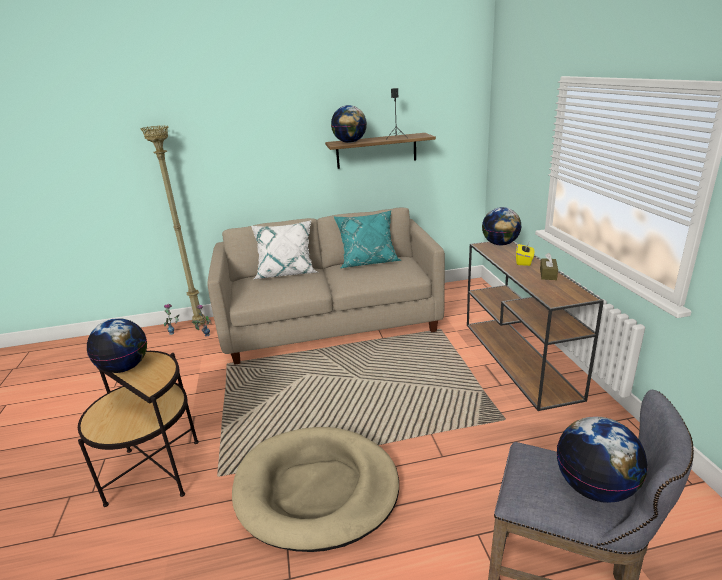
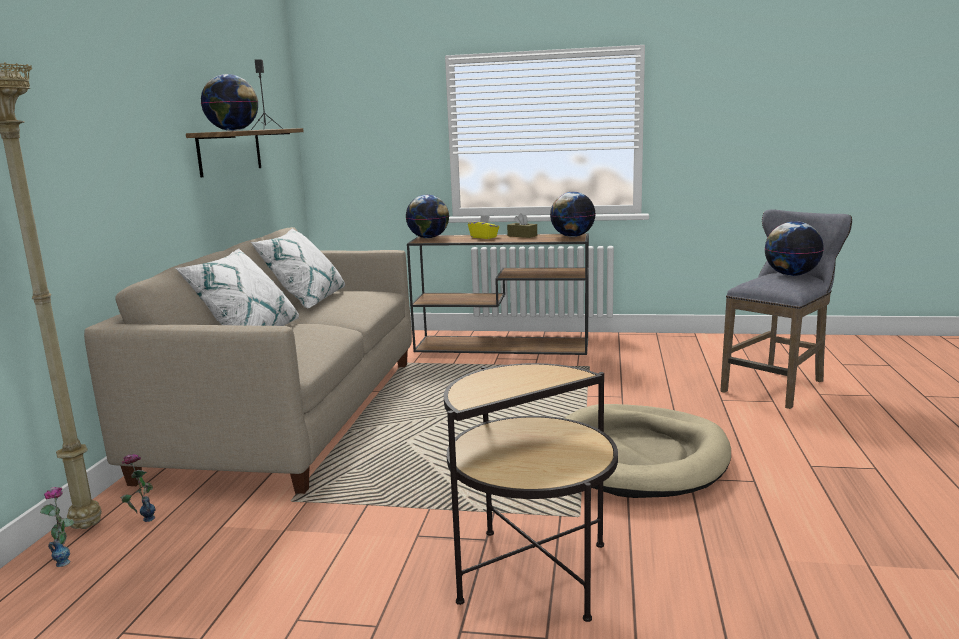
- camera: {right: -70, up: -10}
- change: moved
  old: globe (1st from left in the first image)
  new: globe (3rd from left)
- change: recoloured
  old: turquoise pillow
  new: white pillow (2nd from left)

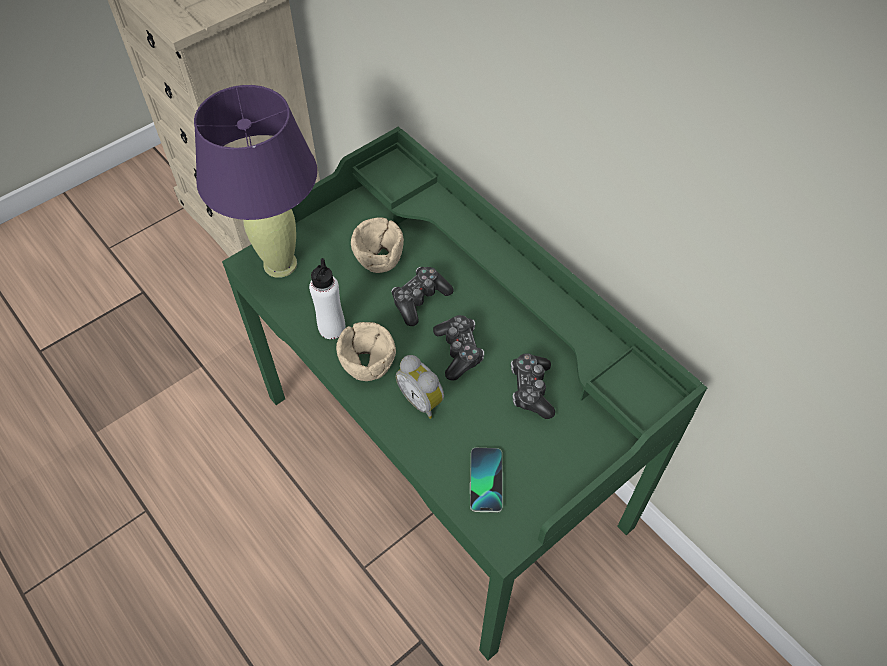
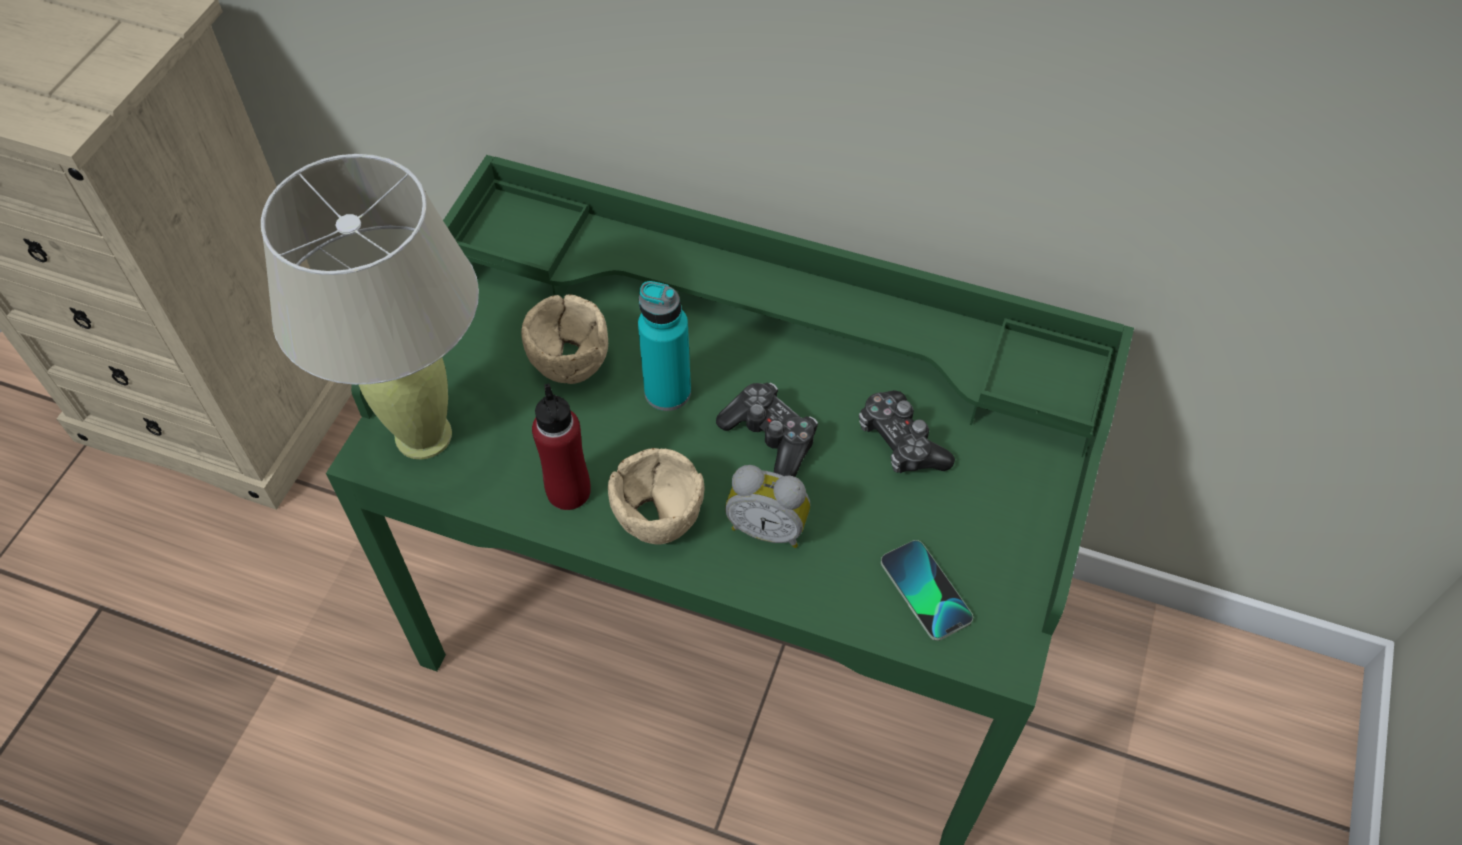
- camera: {right: -30, up: 0}
- change: replaced
  old: game controller (1st from left)
  new: turquoise bottle
- change: recoloured
  old: purple table lamp
  new: beige table lamp
- change: recoloured
  old: white bottle
  new: red bottle

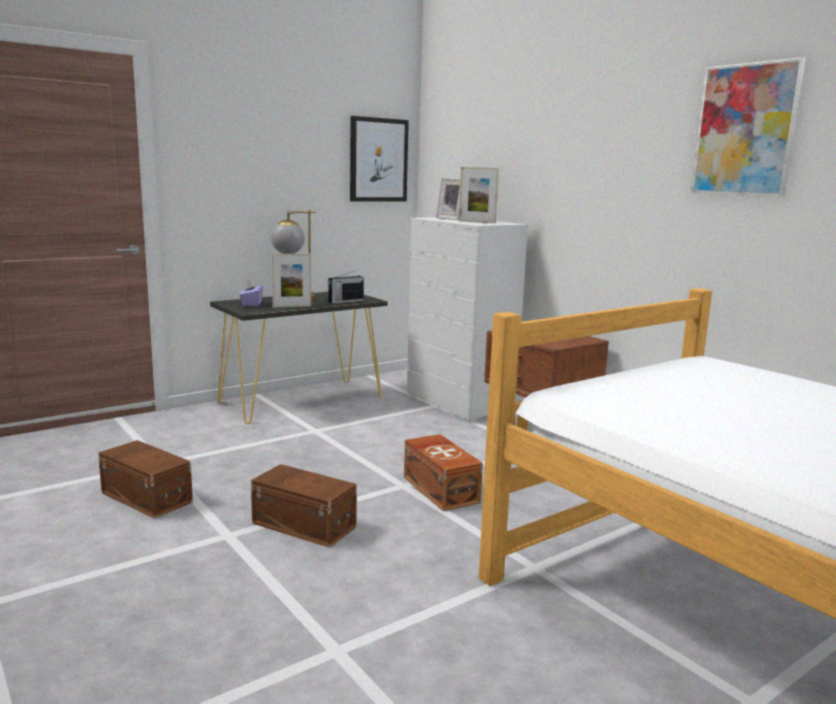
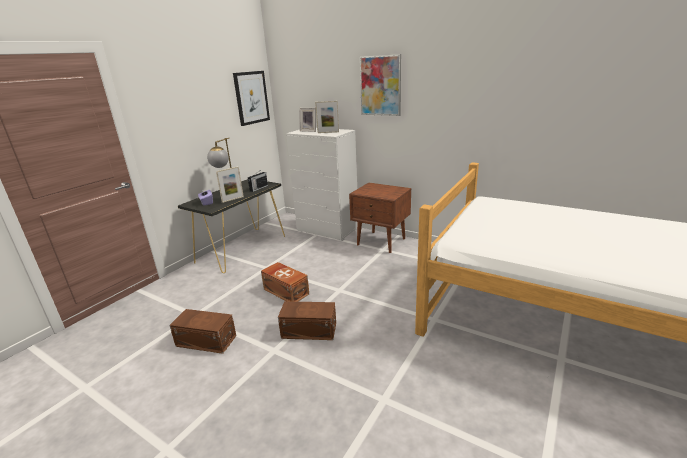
- camera: {right: -20, up: 10}
- change: moved
  old: brown storage box (3rd from left in the first image)
  new: brown storage box (2nd from left)
- change: moved
  old: picture (2nd from left)

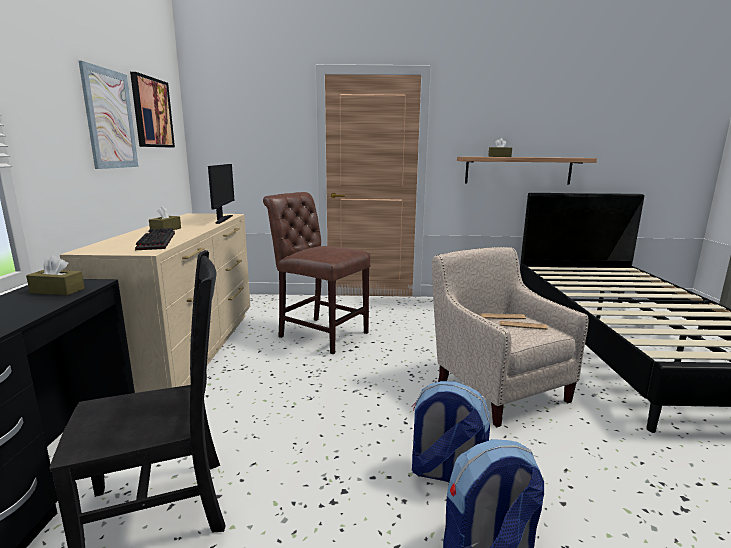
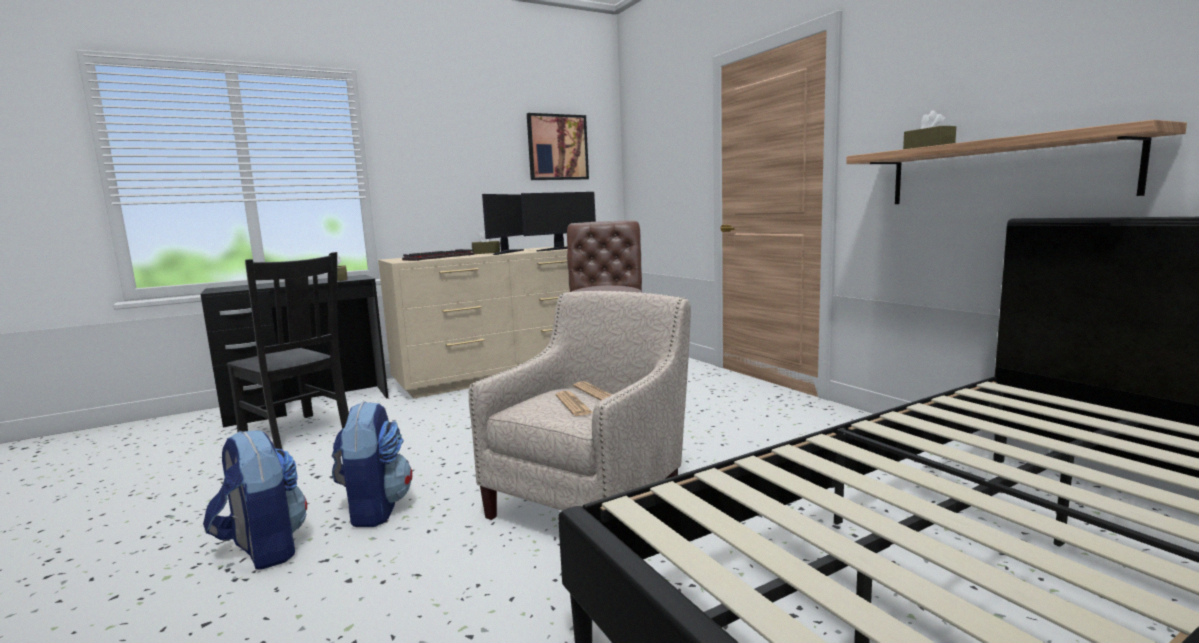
- camera: {right: 60, up: -5}
- change: removed
  old: picture (1st from left)
- change: added
  new: monitor (1st from left)

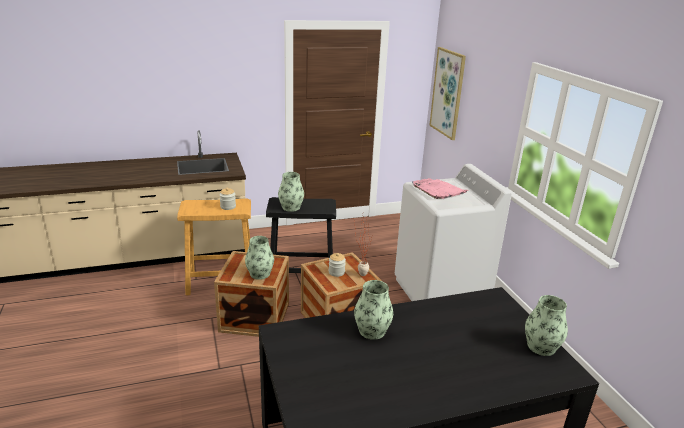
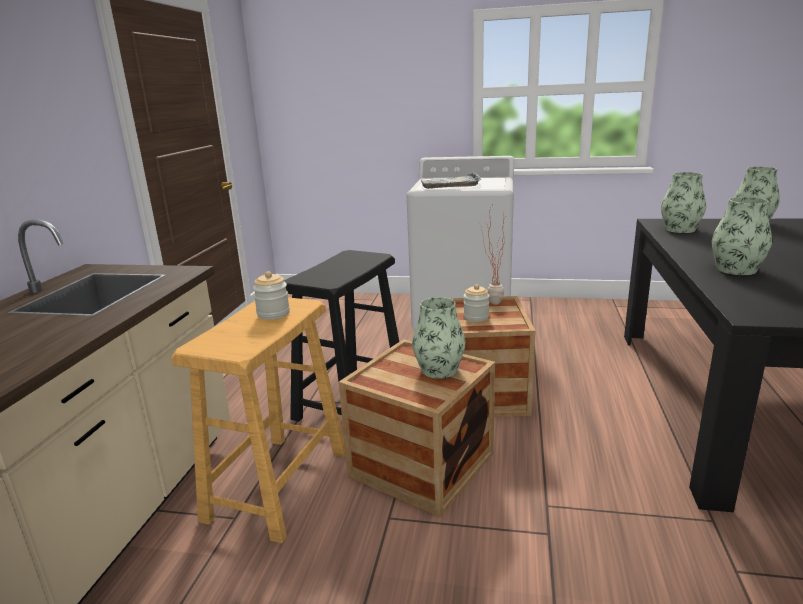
- camera: {right: -60, up: -5}
- change: removed
  old: picture
- change: moved
  old: vase (2nd from left)
- change: recoloured
  old: pink tray
  new: grey tray

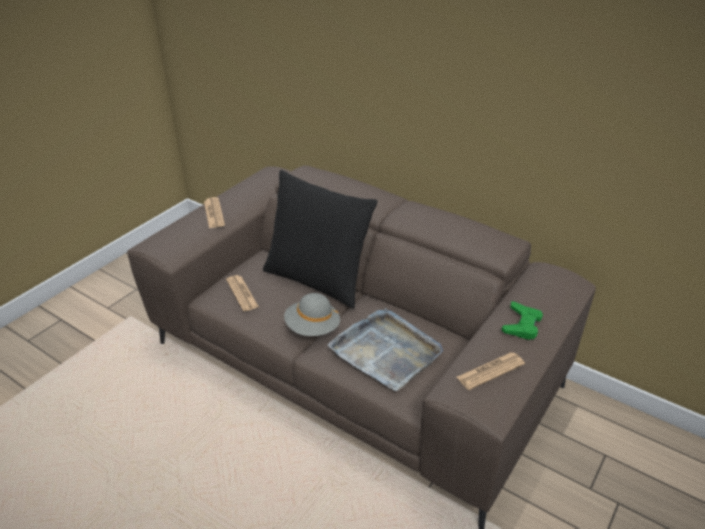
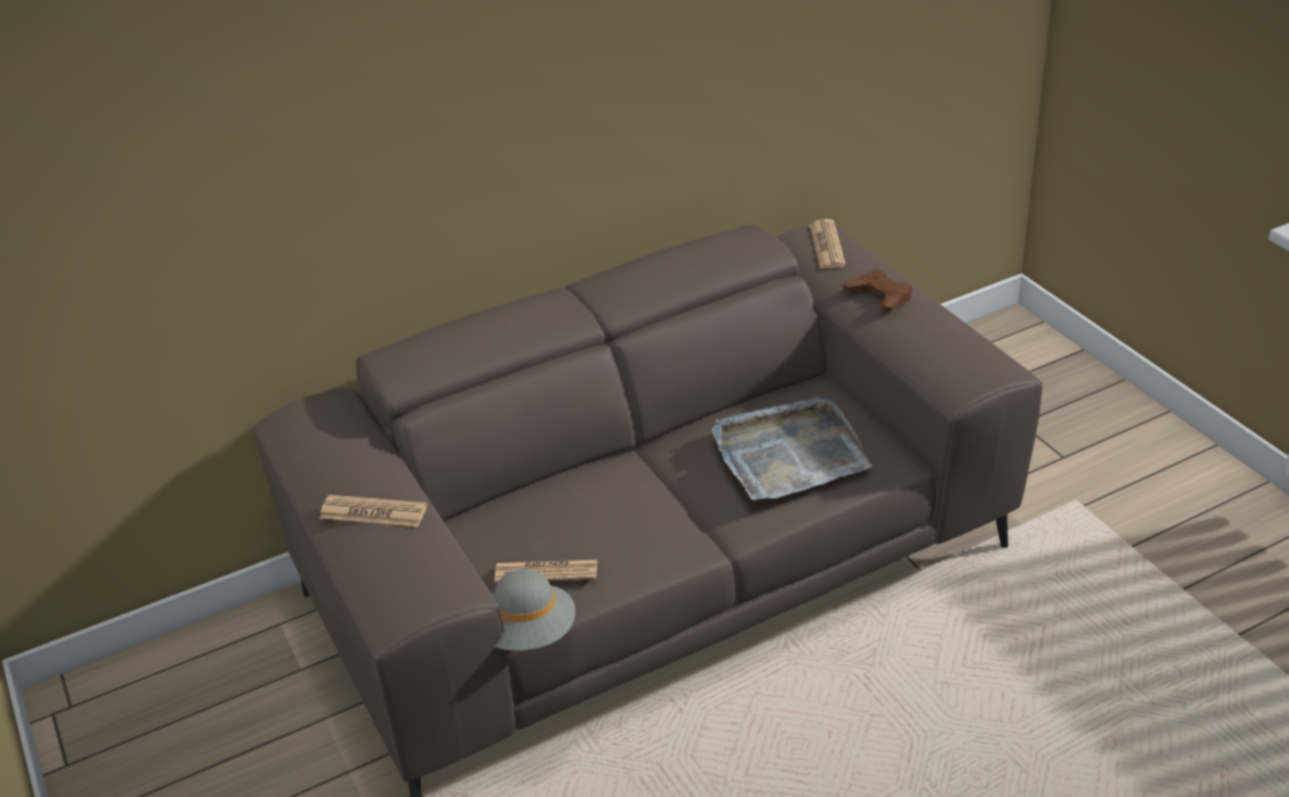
- camera: {right: -60, up: 0}
- change: removed
  old: black pillow
- change: moved
  old: grey hat
- change: moved
  old: newspaper (3rd from left)
- change: recoloured
  old: green game controller
  new: brown game controller

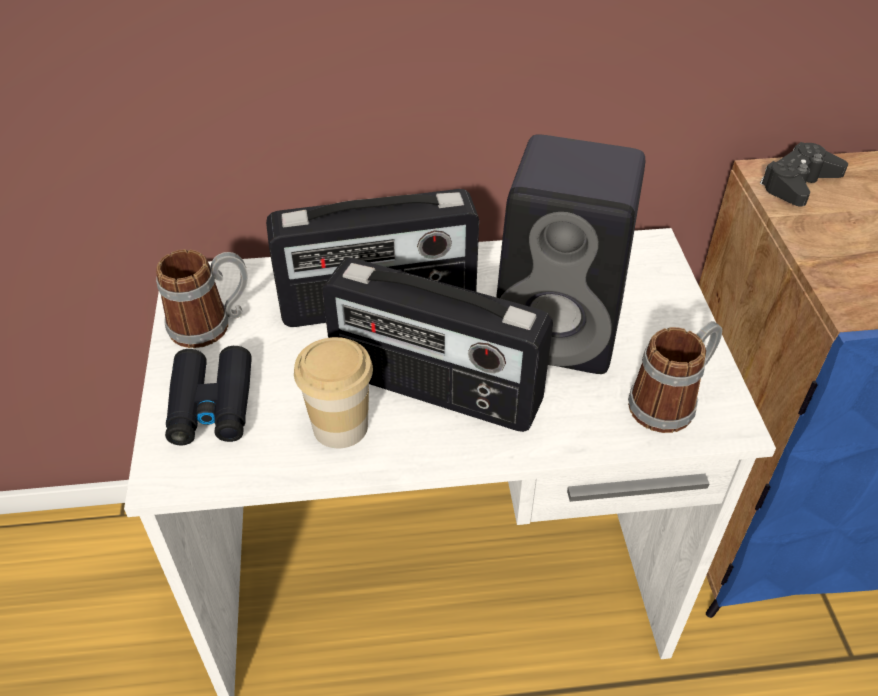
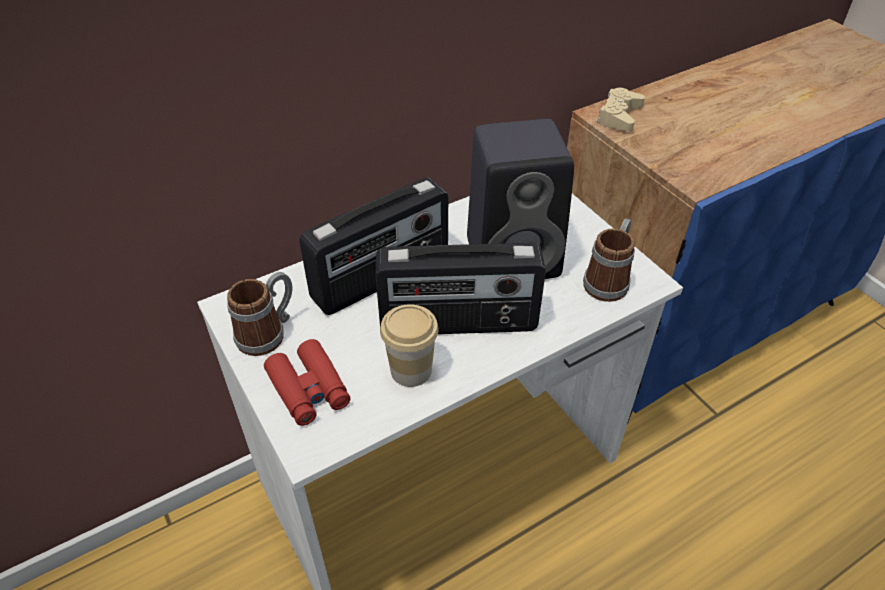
- camera: {right: -25, up: 0}
- change: recoloured
  old: black binoculars
  new: red binoculars
- change: recoloured
  old: black game controller
  new: beige game controller

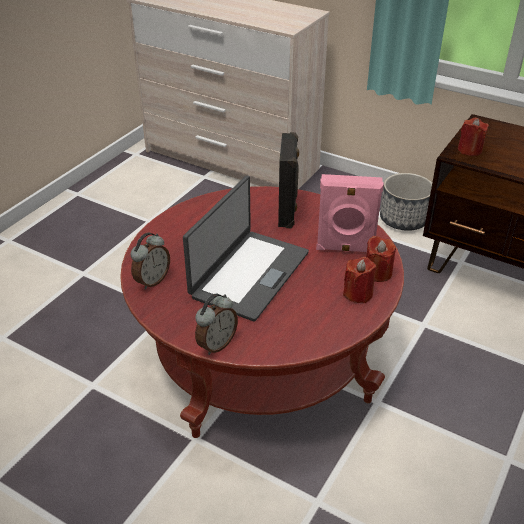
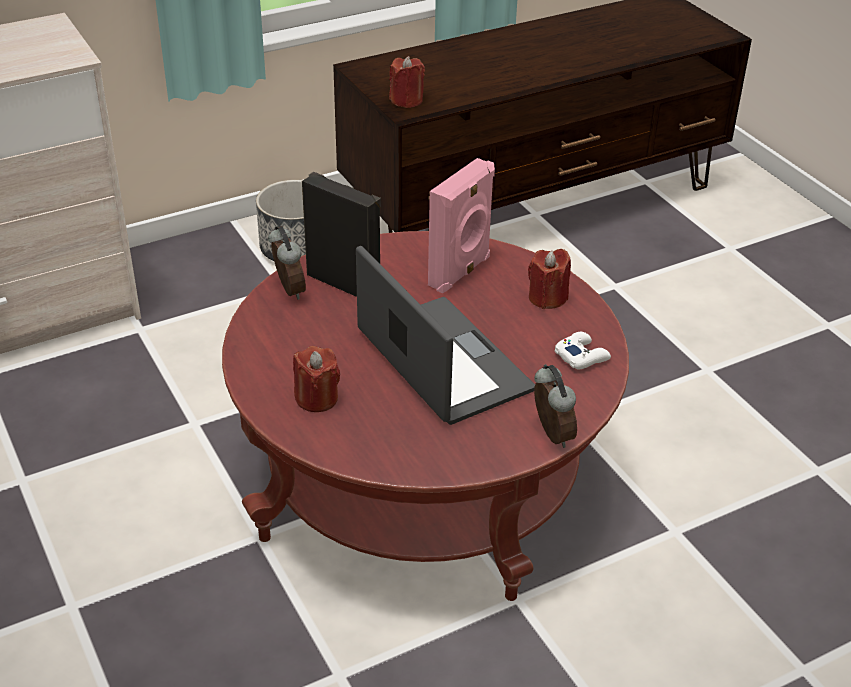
- camera: {right: -60, up: 0}
- change: added
  new: white game controller
- change: moved
  old: alarm clock (1st from left)
- change: moved
  old: red candle (2nd from left in the first image)
  new: red candle (1st from left)

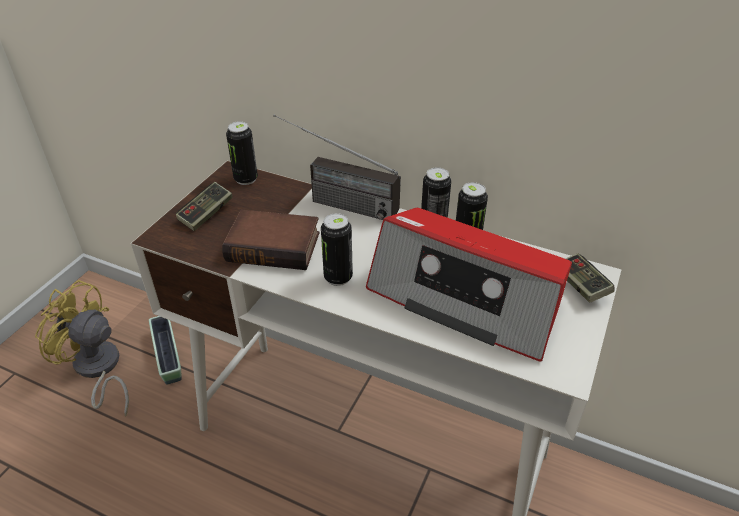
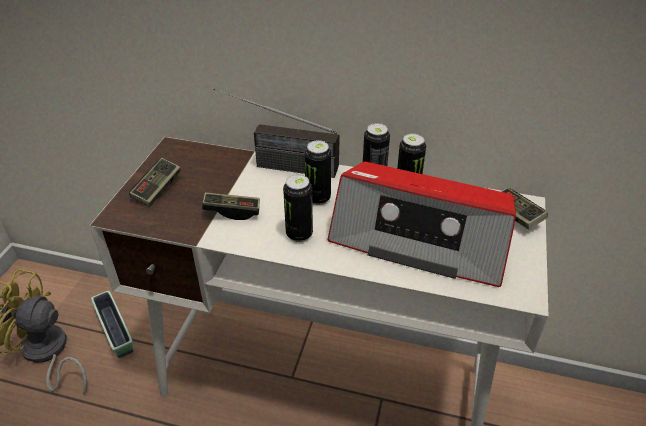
- camera: {right: -10, up: 0}
- change: moved
  old: can (1st from left in the first image)
  new: can (2nd from left)
- change: replaced
  old: book
  new: game controller (2nd from left)

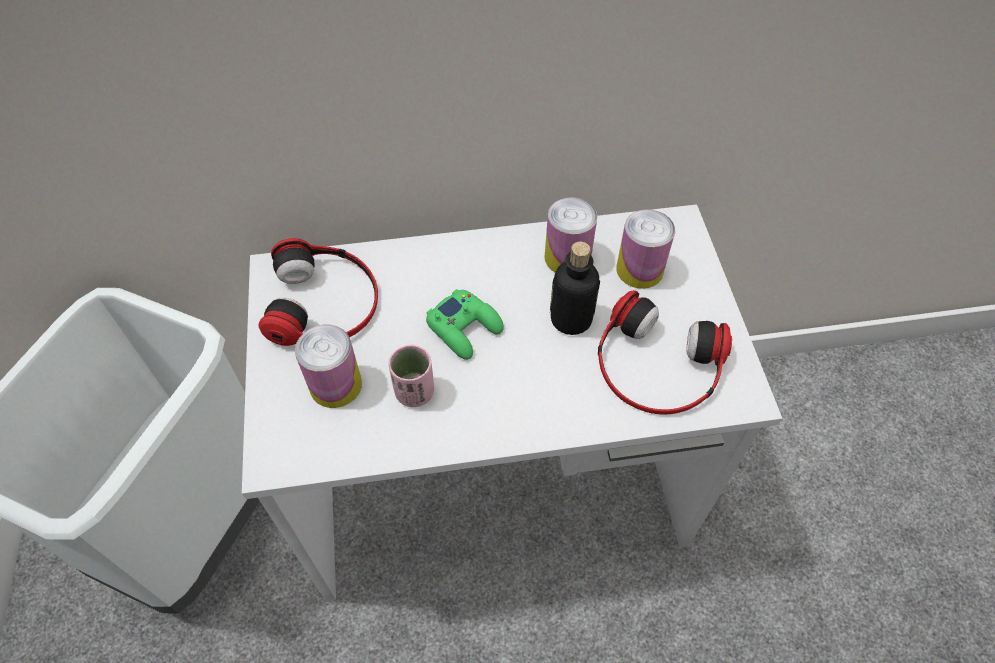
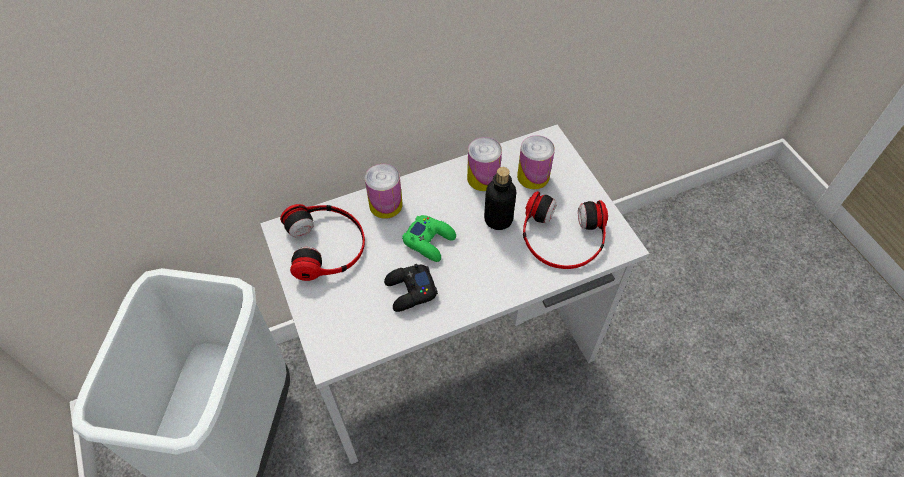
- camera: {right: -15, up: 0}
- change: moved
  old: can (1st from left)
- change: replaced
  old: pink cup
  new: black game controller

